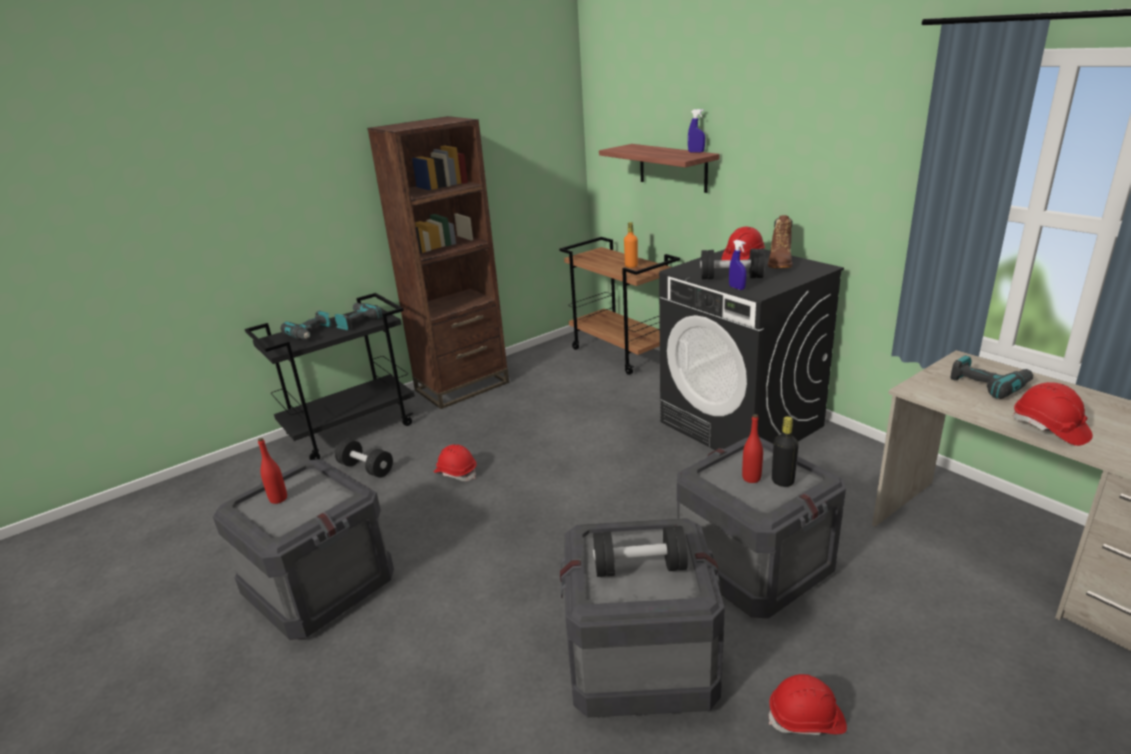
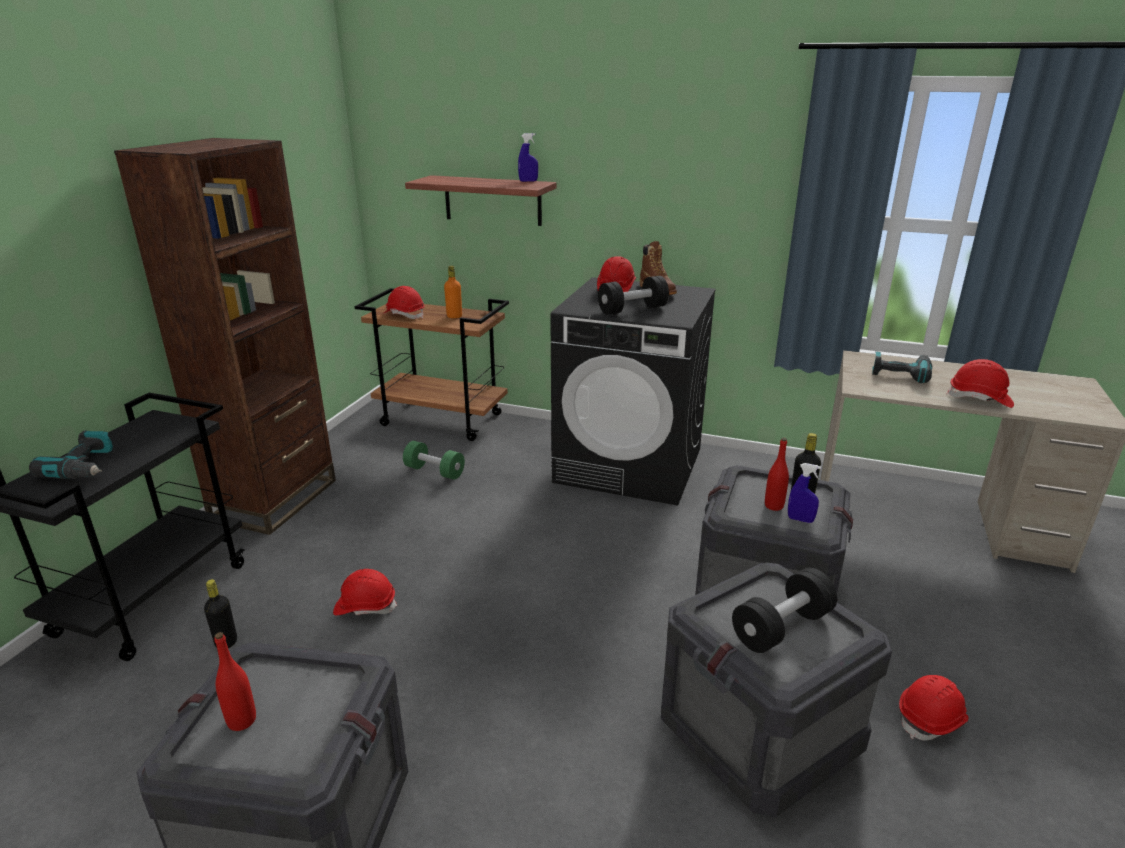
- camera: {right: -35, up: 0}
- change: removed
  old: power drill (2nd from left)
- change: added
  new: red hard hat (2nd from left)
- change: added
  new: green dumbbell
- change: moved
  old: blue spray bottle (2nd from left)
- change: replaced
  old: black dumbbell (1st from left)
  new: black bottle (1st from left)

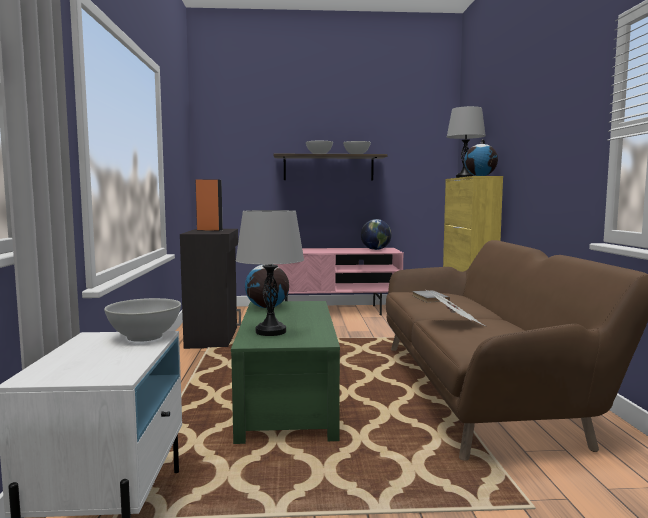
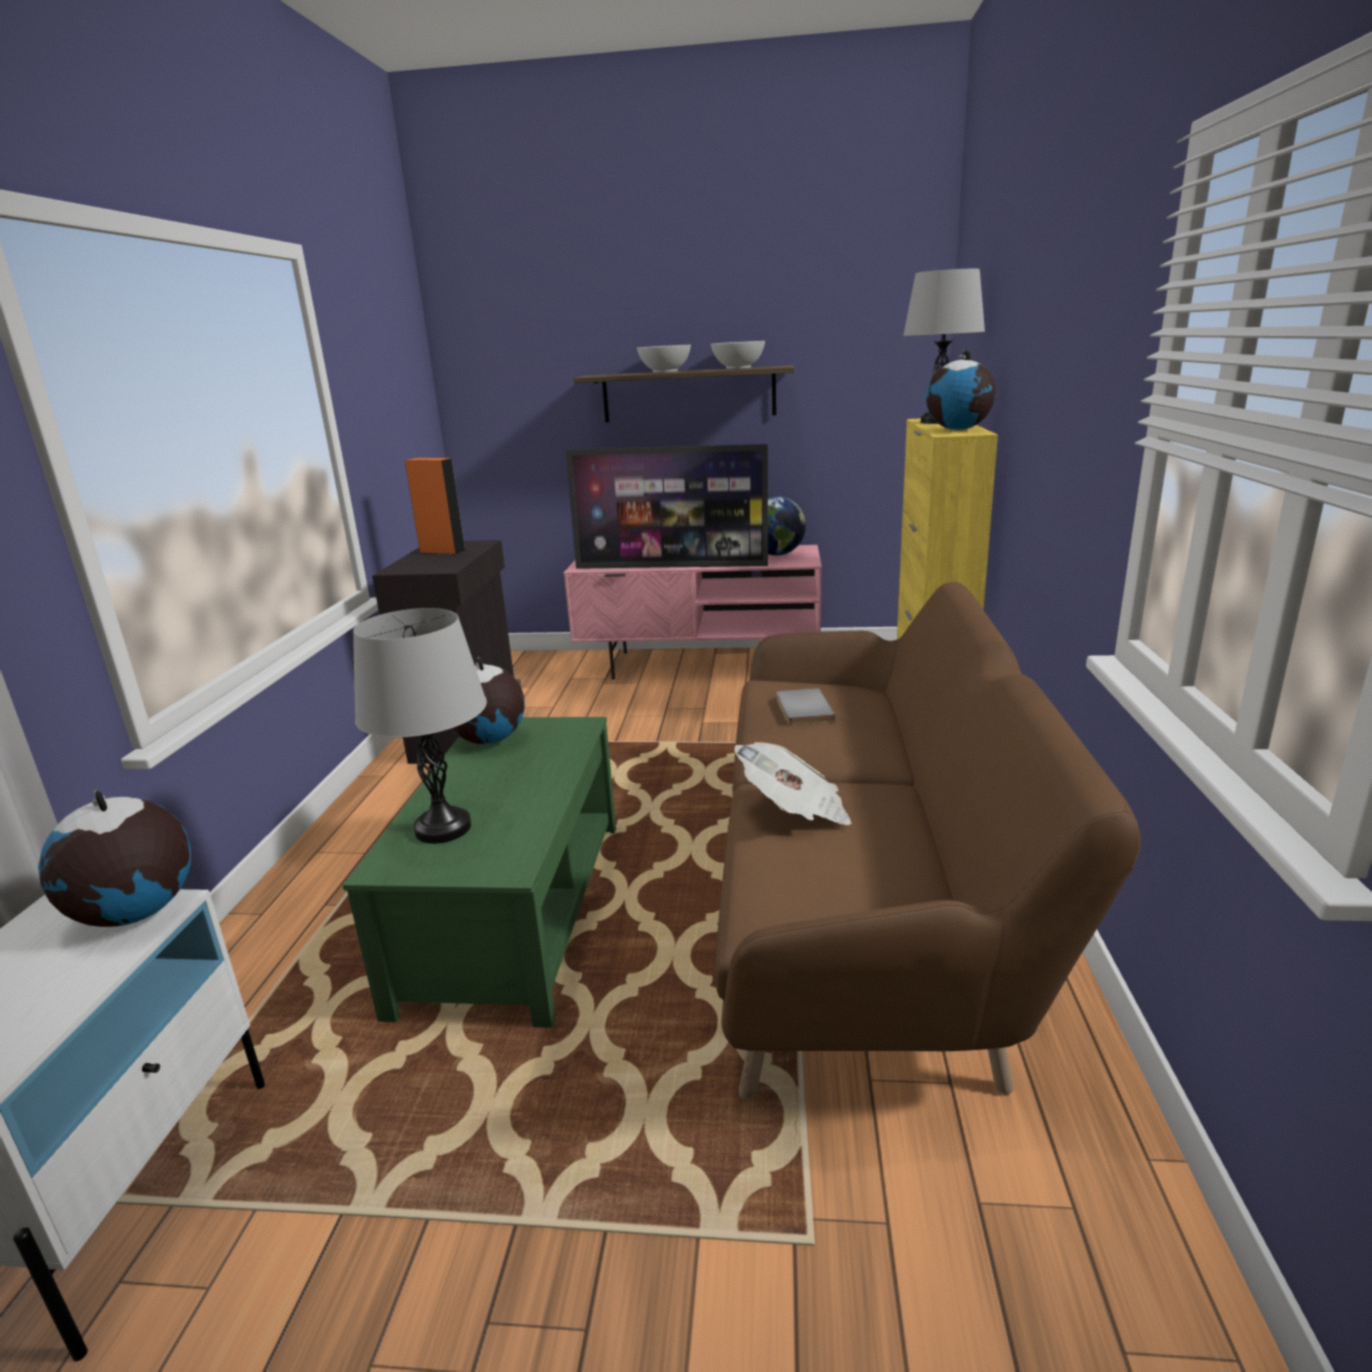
- camera: {right: 10, up: 15}
- change: added
  new: television
- change: replaced
  old: white bowl (1st from left)
  new: globe (1st from left)

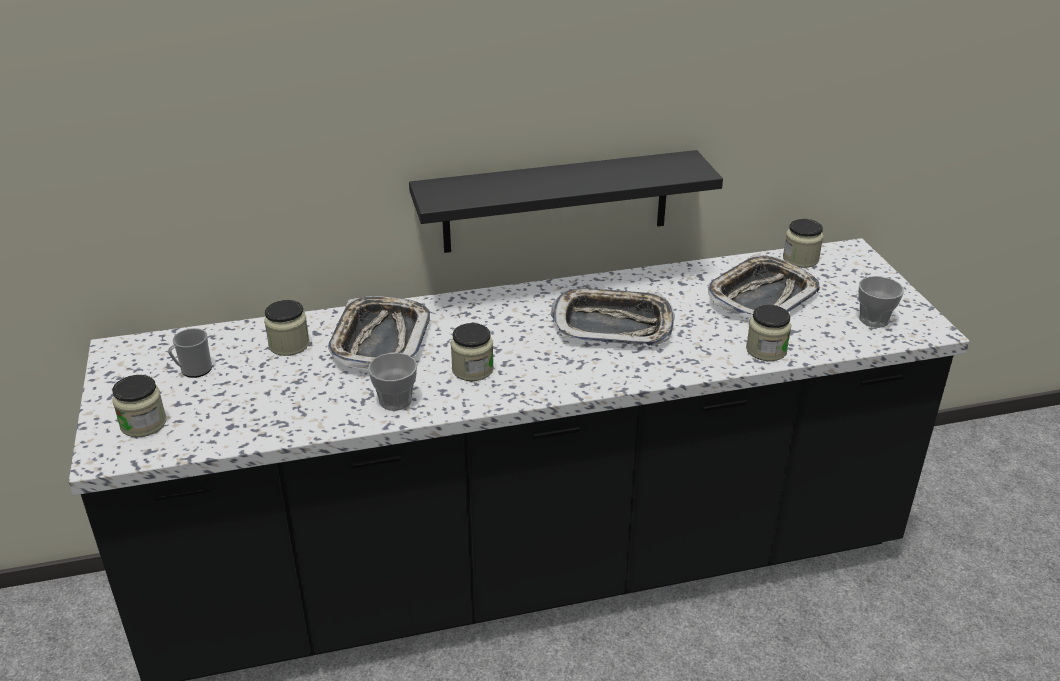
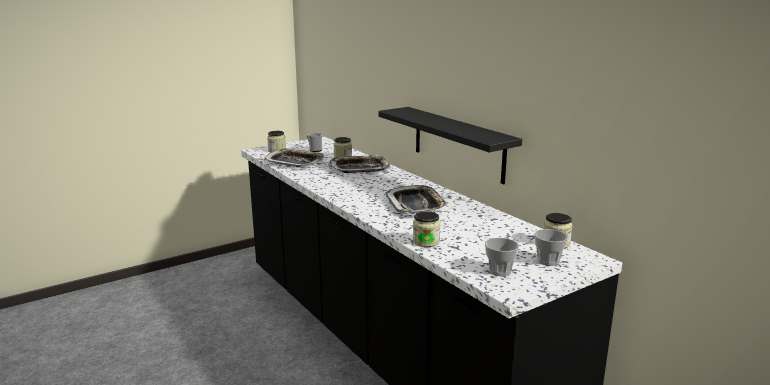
- camera: {right: 70, up: -15}
- change: removed
  old: jar (3rd from left)
- change: moved
  old: cup (1st from left in the first image)
  new: cup (2nd from left)
- change: moved
  old: tray (3rd from left in the first image)
  new: tray (1st from left)

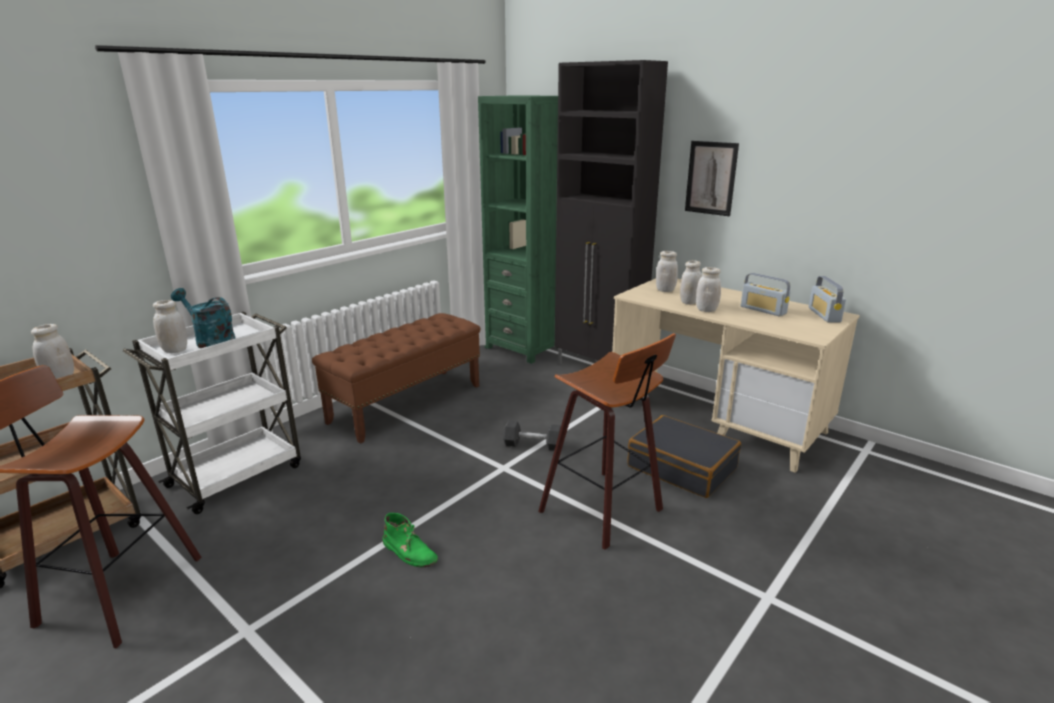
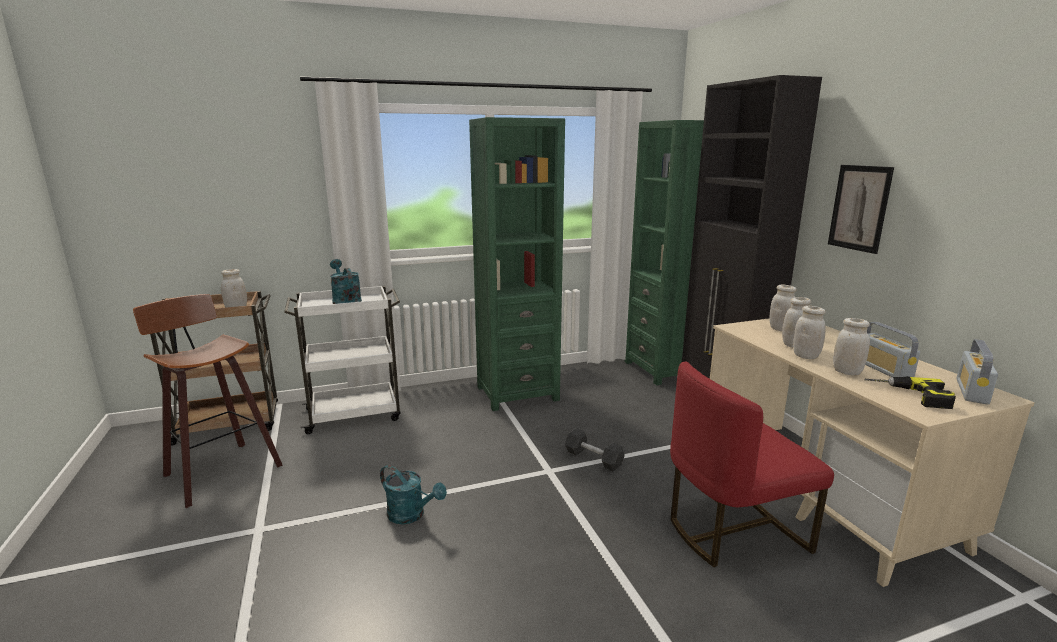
- camera: {right: 30, up: -5}
- change: removed
  old: stool (2nd from left)
- change: added
  new: power drill
- change: moved
  old: white jar (2nd from left in the first image)
  new: white jar (5th from left)
- change: replaced
  old: brown bench
  new: green bookcase (1st from left)
- change: replaced
  old: green boot
  new: turquoise watering can (2nd from left)
- change: replaced
  old: black suitcase
  new: red chair

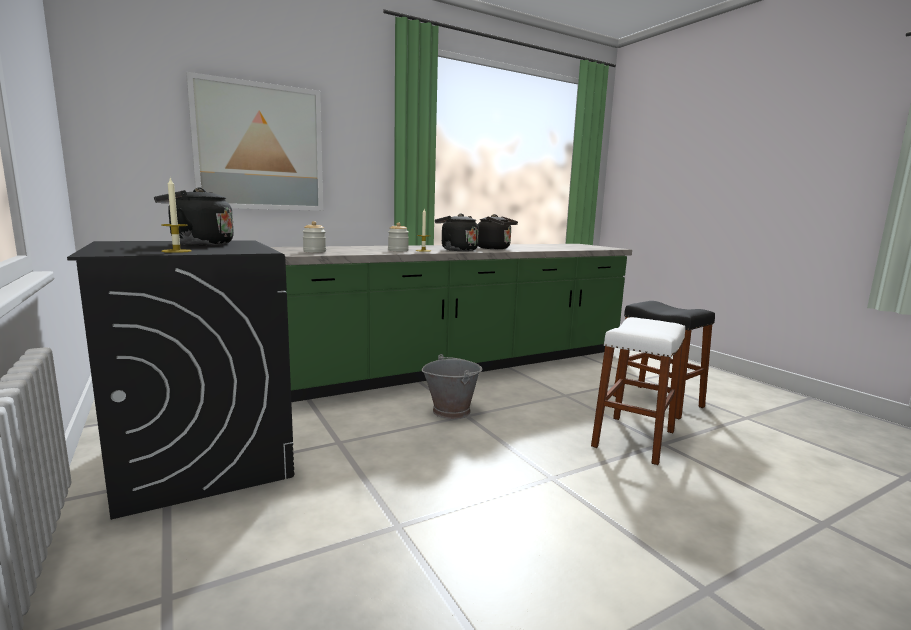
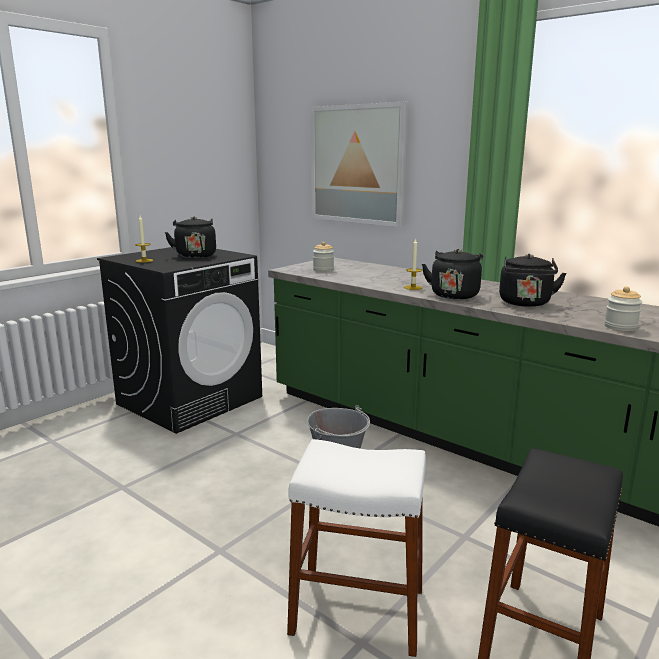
- camera: {right: 70, up: 5}
- change: moved
  old: jar (2nd from left)

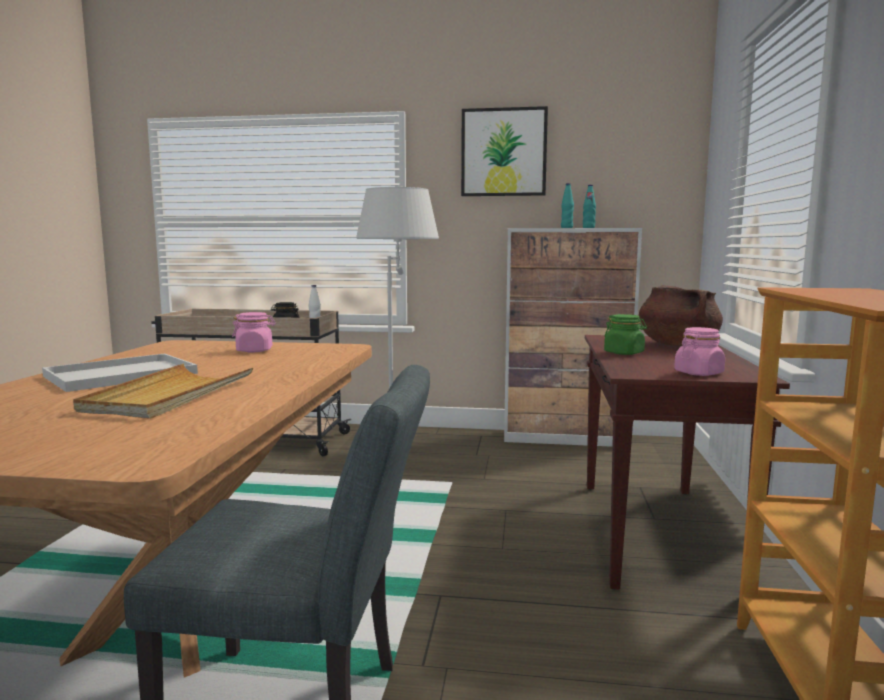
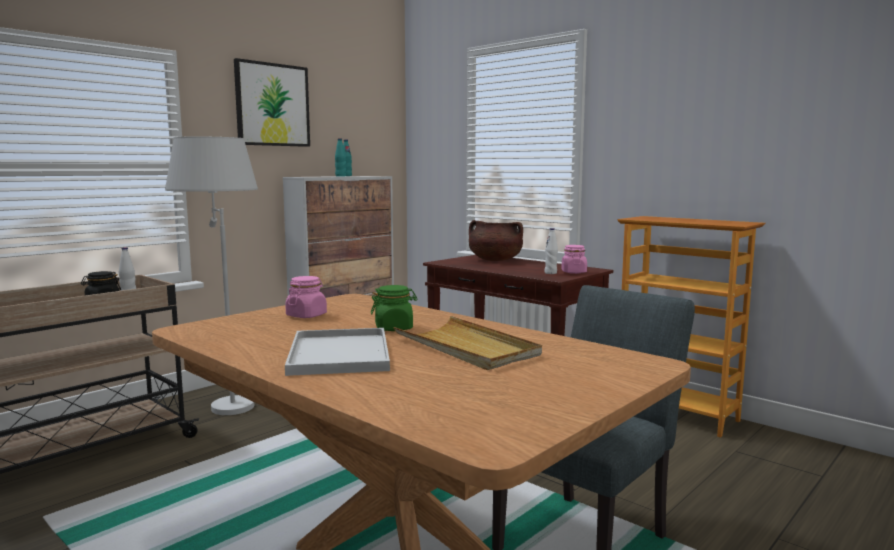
- camera: {right: -55, up: 0}
- change: added
  new: white bottle (2nd from left)
- change: moved
  old: green jar

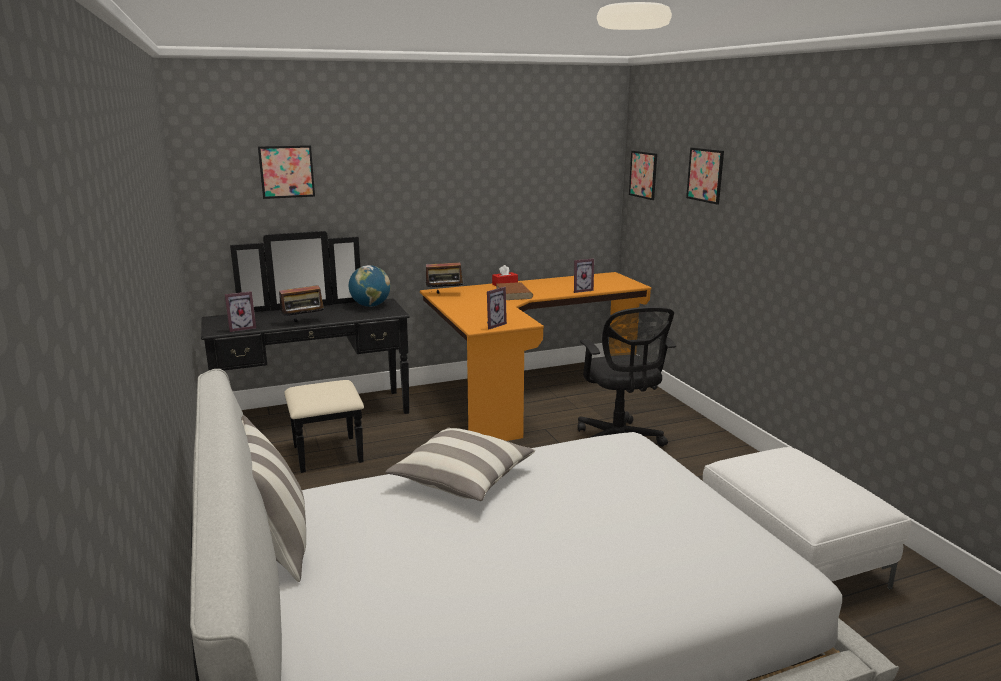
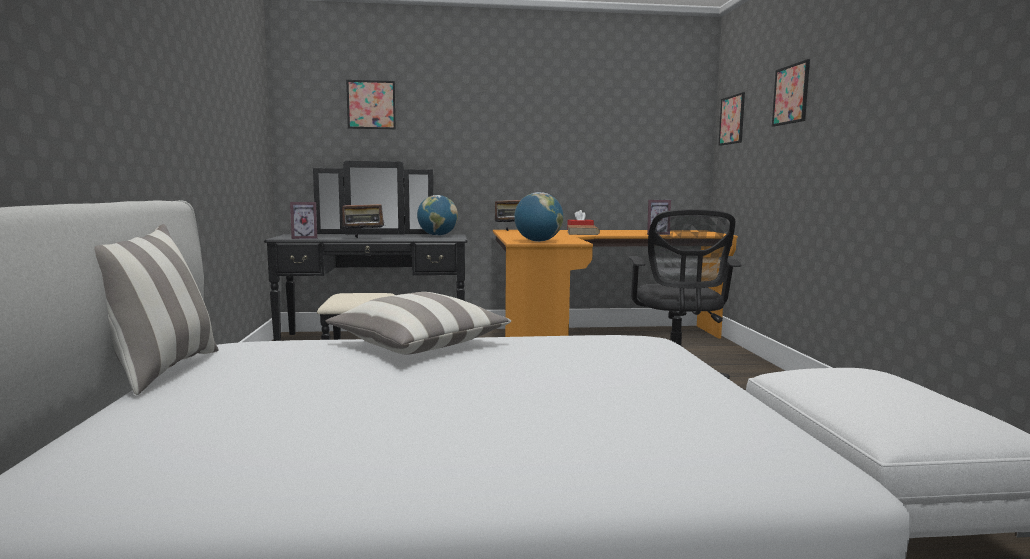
- camera: {right: 15, up: -10}
- change: replaced
  old: picture frame (2nd from left)
  new: globe (2nd from left)

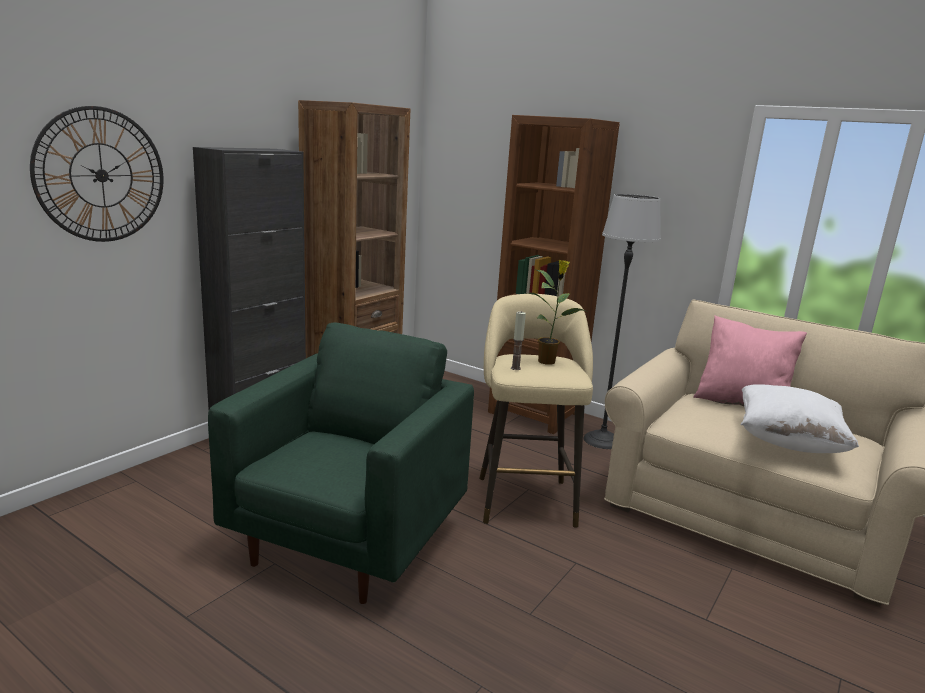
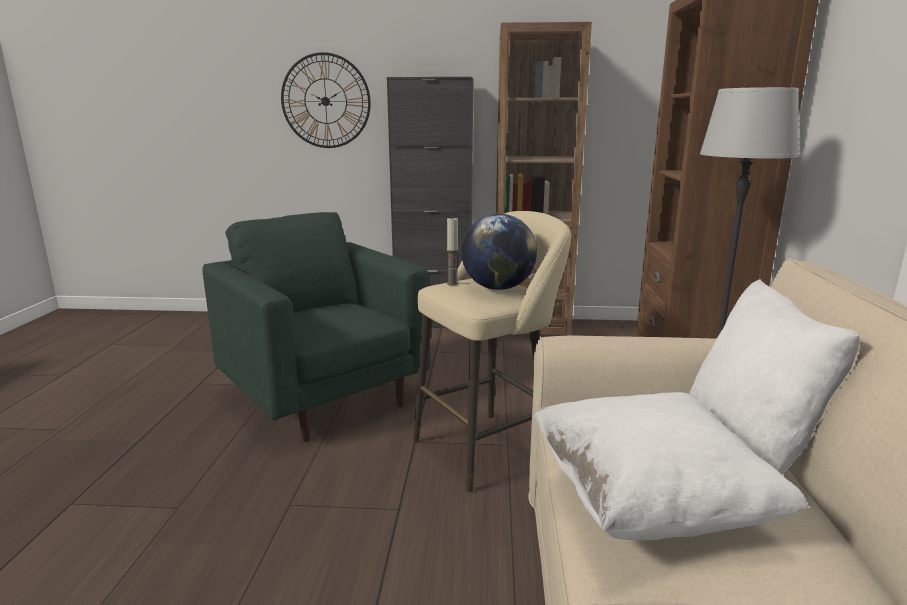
- camera: {right: 60, up: 0}
- change: replaced
  old: potted plant
  new: globe
- change: recoloured
  old: pink pillow
  new: white pillow (2nd from left)
- change: turned
  old: green armchair
  degrees: -120

